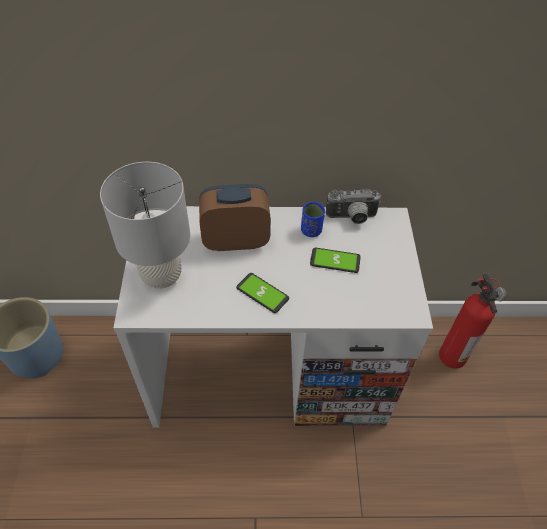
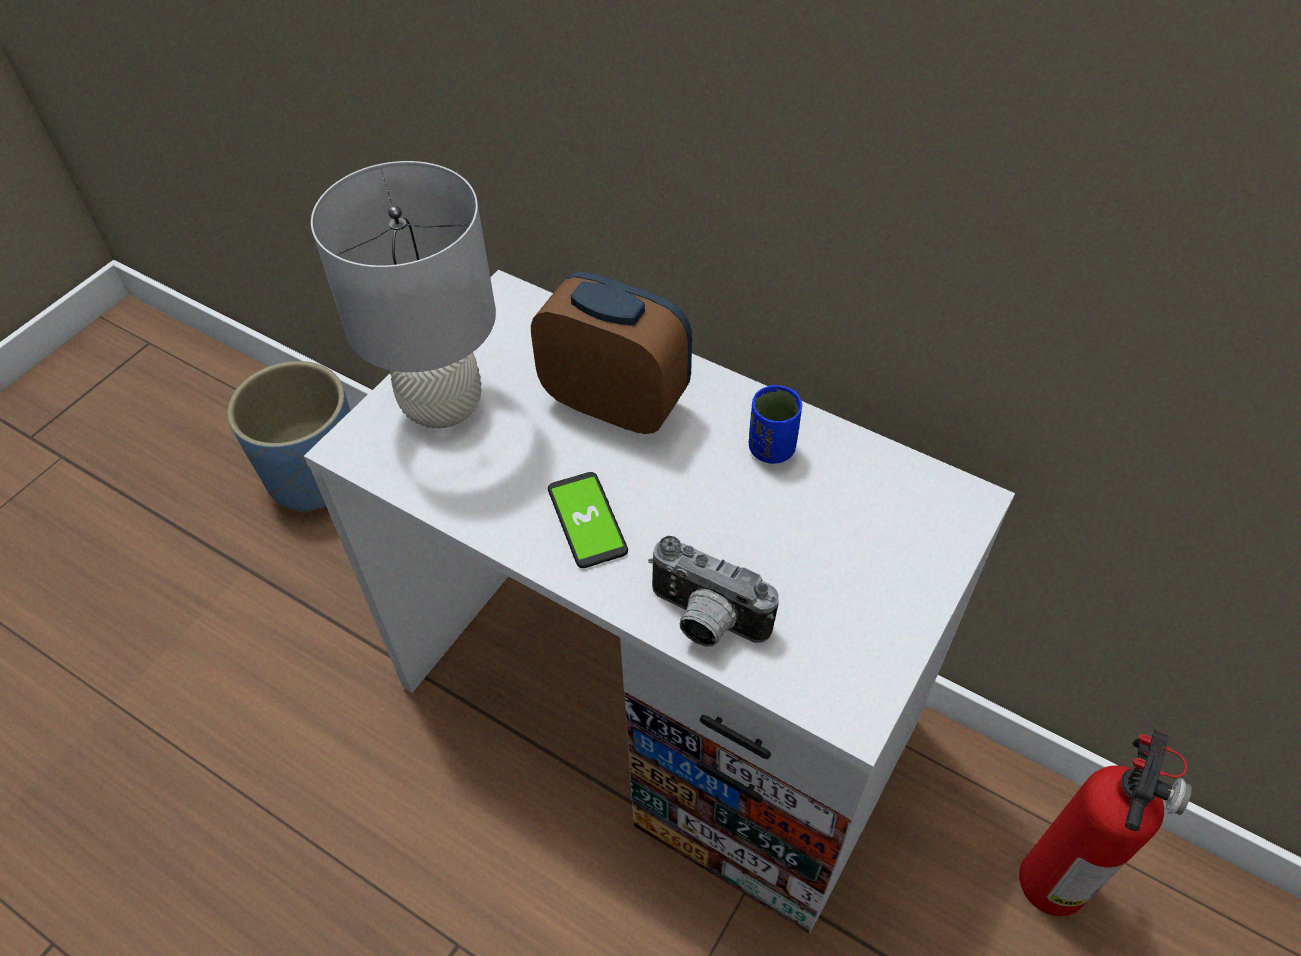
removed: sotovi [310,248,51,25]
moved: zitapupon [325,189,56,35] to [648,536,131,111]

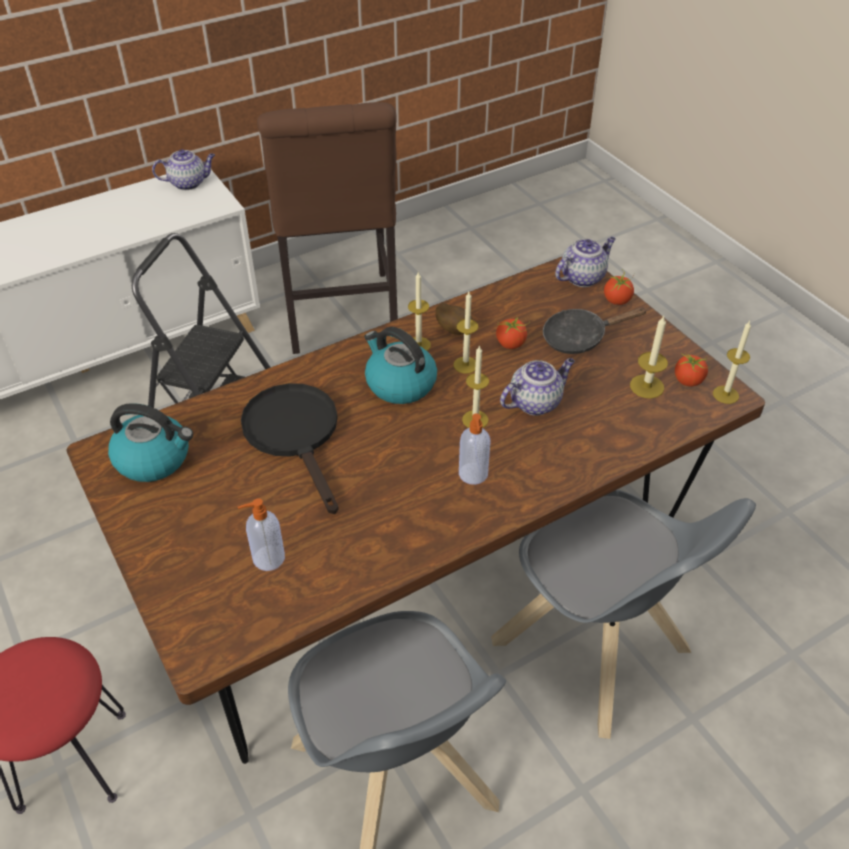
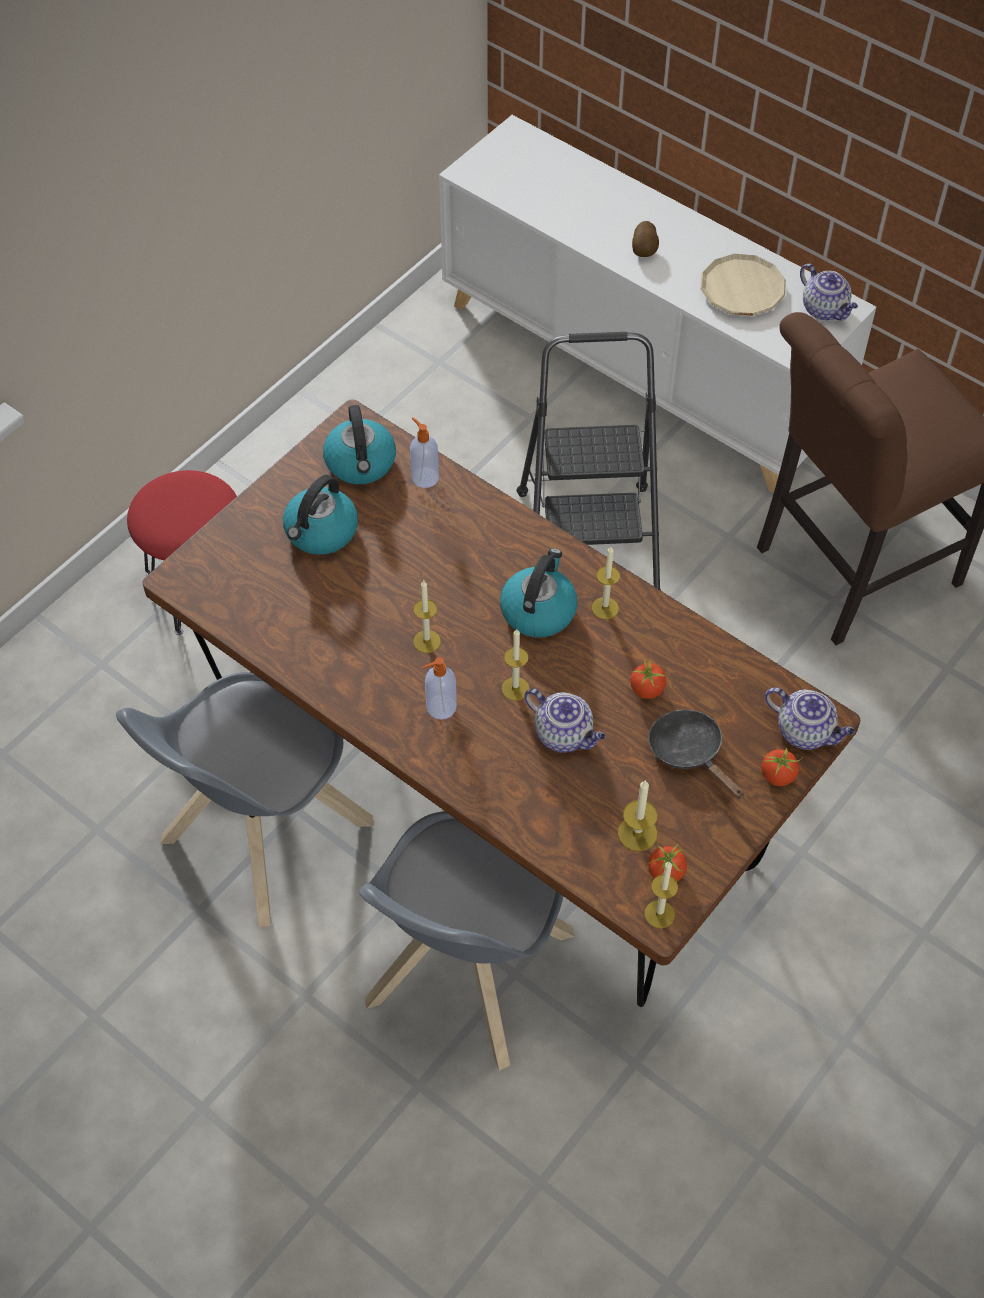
removed: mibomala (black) [241,383,98,131]
added: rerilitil [283,475,75,80]; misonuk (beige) [700,254,86,62]
moved: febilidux [238,498,47,73] to [410,417,29,71]; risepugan [435,303,37,32] to [632,221,27,36]; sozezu [453,292,25,82] to [413,581,28,72]

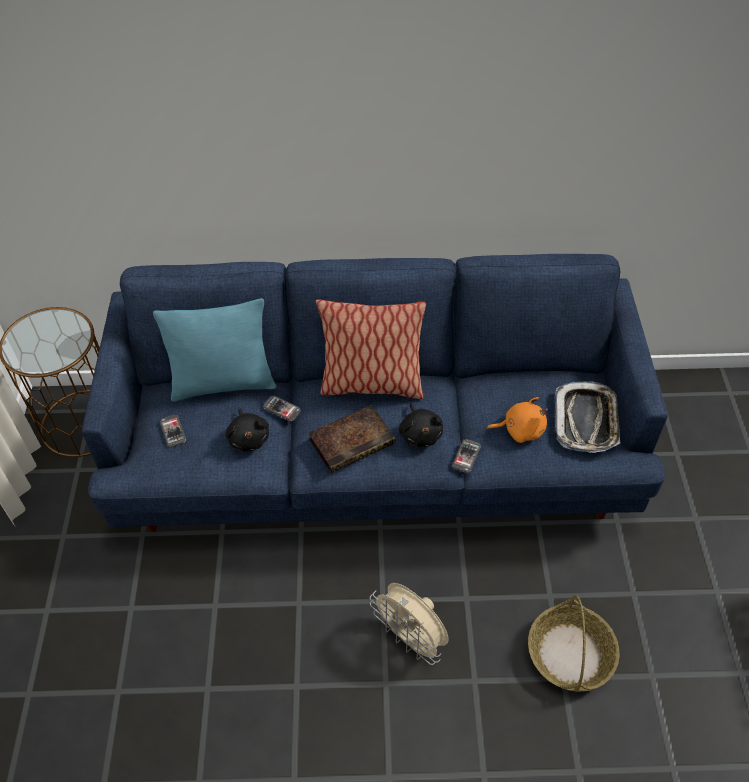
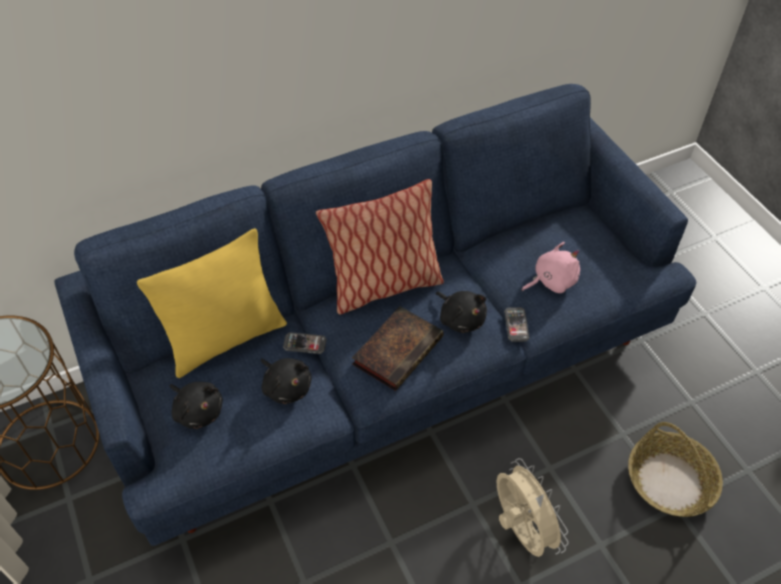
removed: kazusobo [555,381,65,72]
replaced: sotovi [160,415,26,33] to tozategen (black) [170,382,53,47]
recoloured: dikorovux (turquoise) [153,298,124,104] to dikorovux (yellow) [137,229,150,149]; tozategen (orange) [487,397,61,46] to tozategen (pink) [522,242,58,51]
turned: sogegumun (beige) [370,583,79,82] = [497,458,72,99] 135 degrees counterclockwise

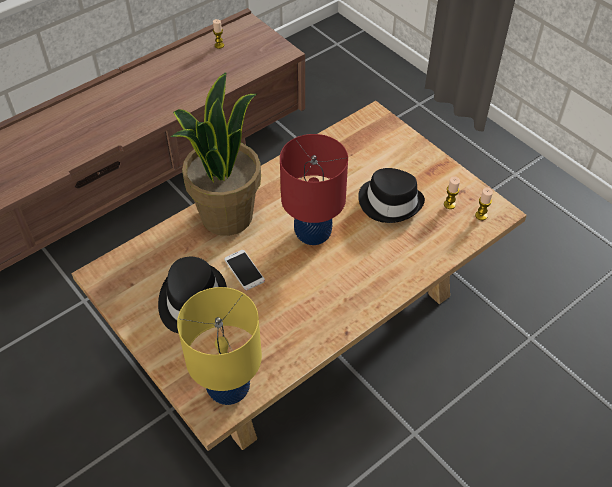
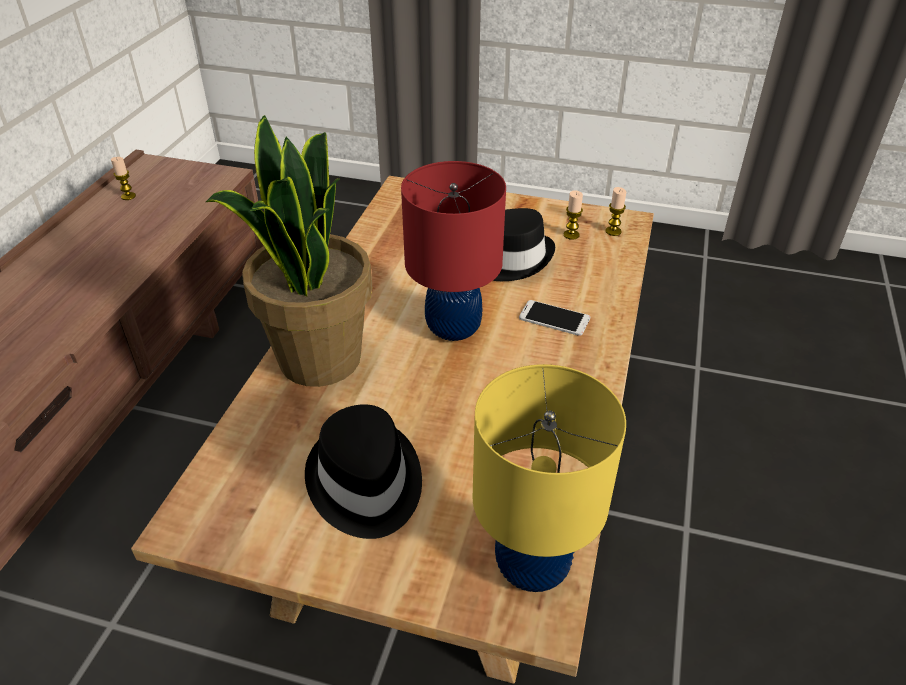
moved: sotovi [224,250,41,40] to [519,300,71,36]

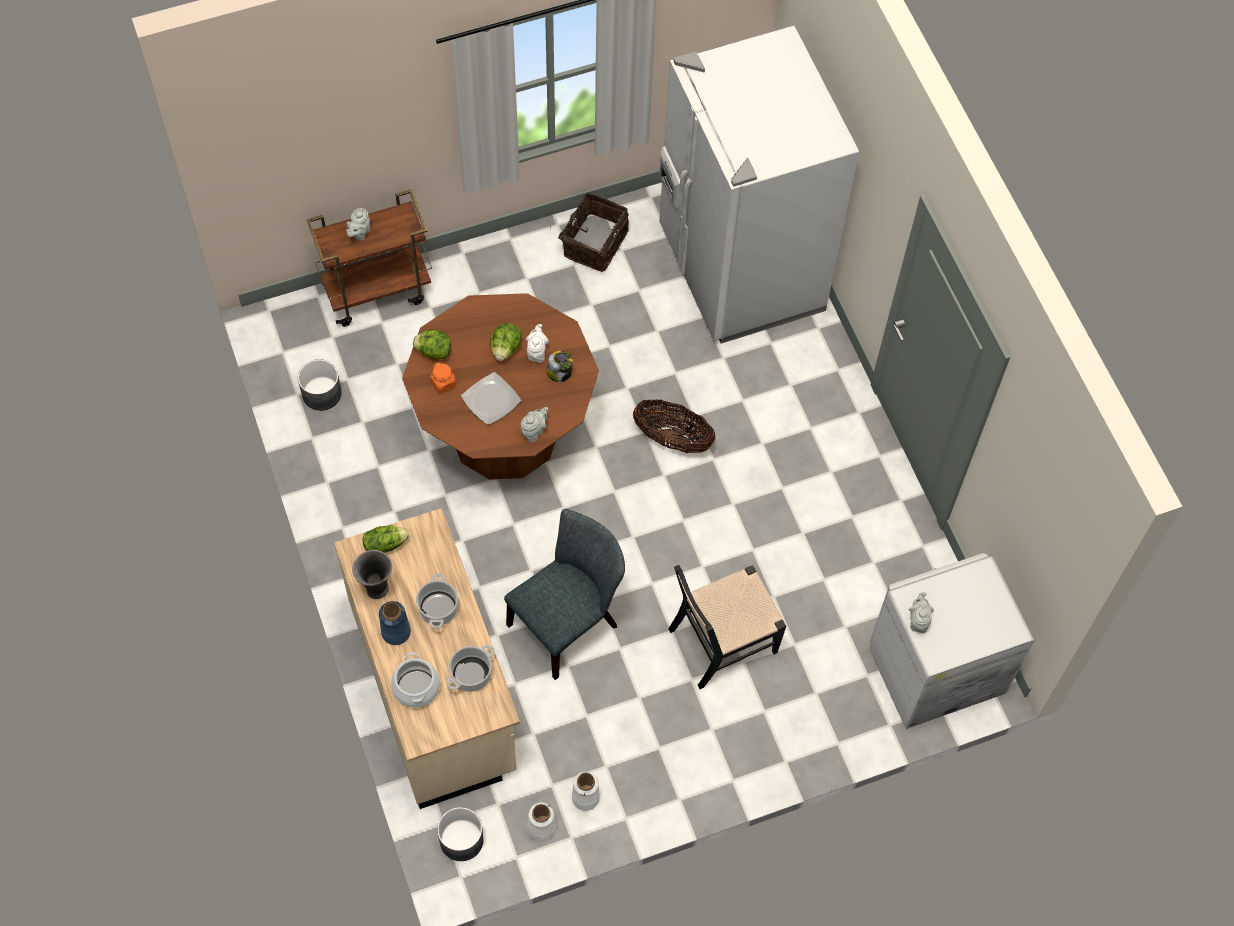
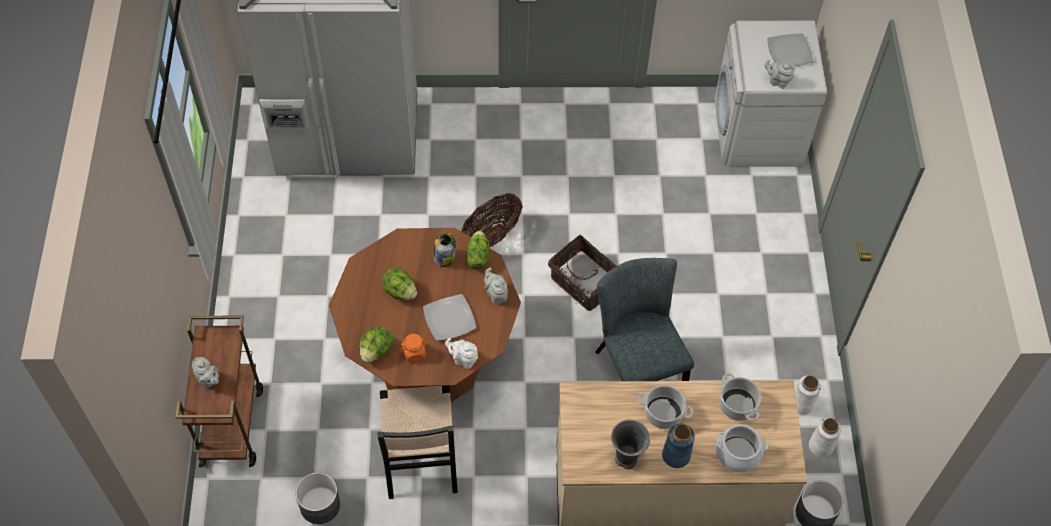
added: misonuk [767,33,47,33]
moved: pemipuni [362,525,47,28] to [466,231,24,38]; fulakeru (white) [526,324,23,39] to [445,338,33,31]; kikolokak [550,193,79,79] to [548,235,68,76]; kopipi [668,565,118,124] to [377,386,81,113]

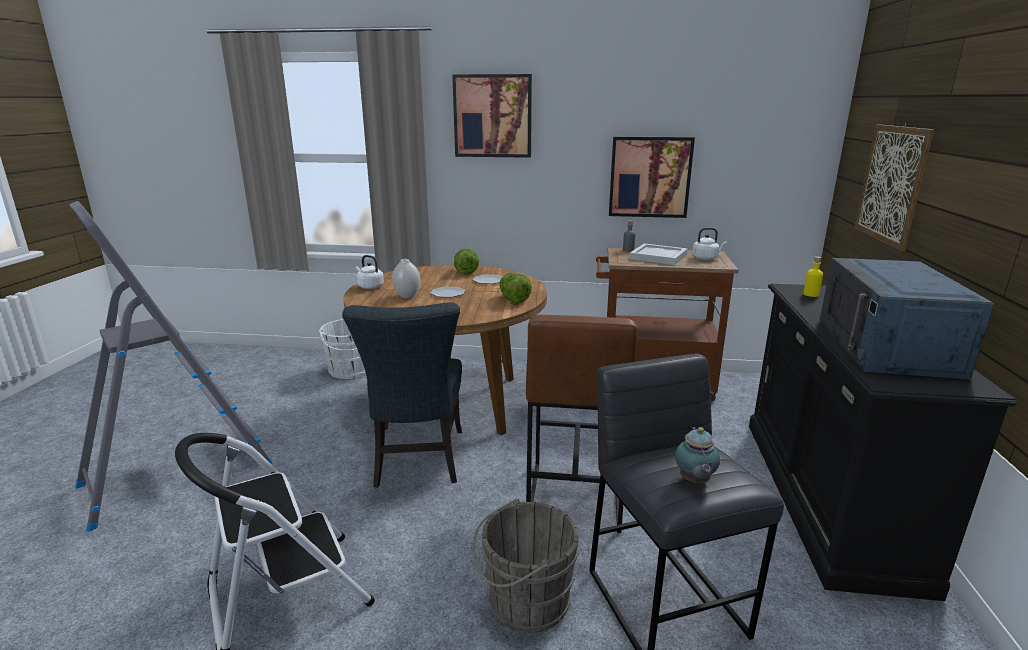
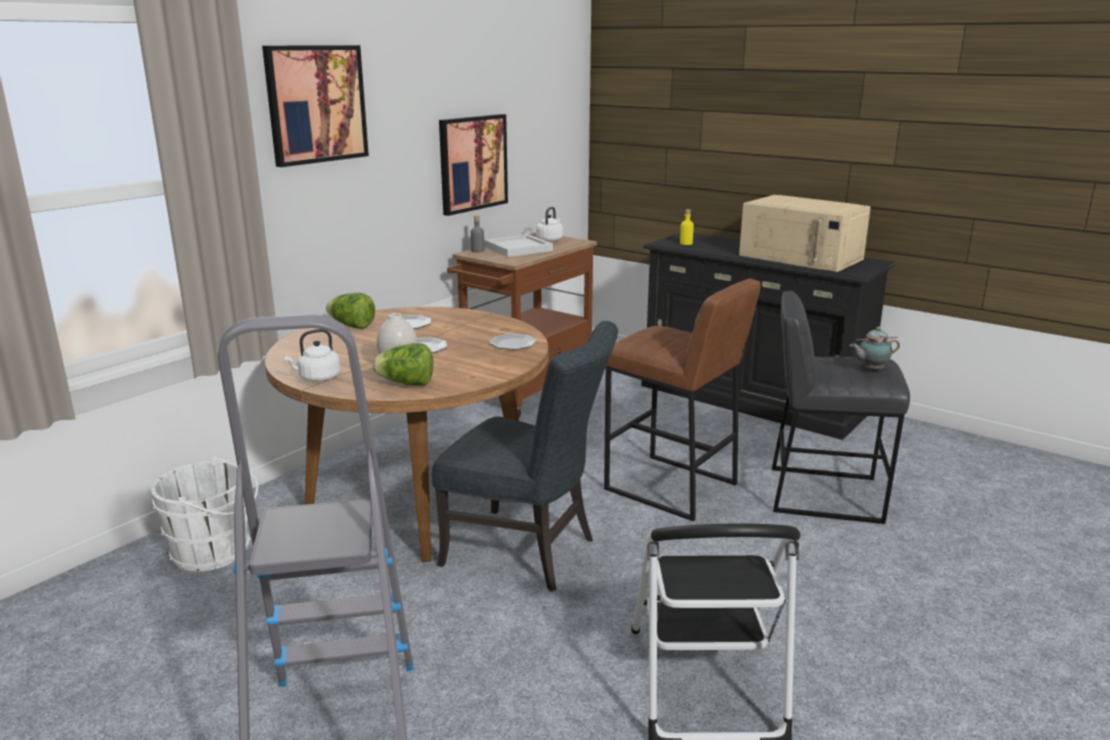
removed: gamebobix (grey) [472,499,107,134]; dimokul [854,124,80,127]
added: misonuk [490,334,47,16]
moved: pemipuni [499,273,33,30] to [372,343,61,43]
recoloured: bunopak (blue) [820,258,174,121] to bunopak (beige) [739,195,132,77]
turned: fulakeru [675,427,45,56] = [850,327,50,43] 135 degrees clockwise

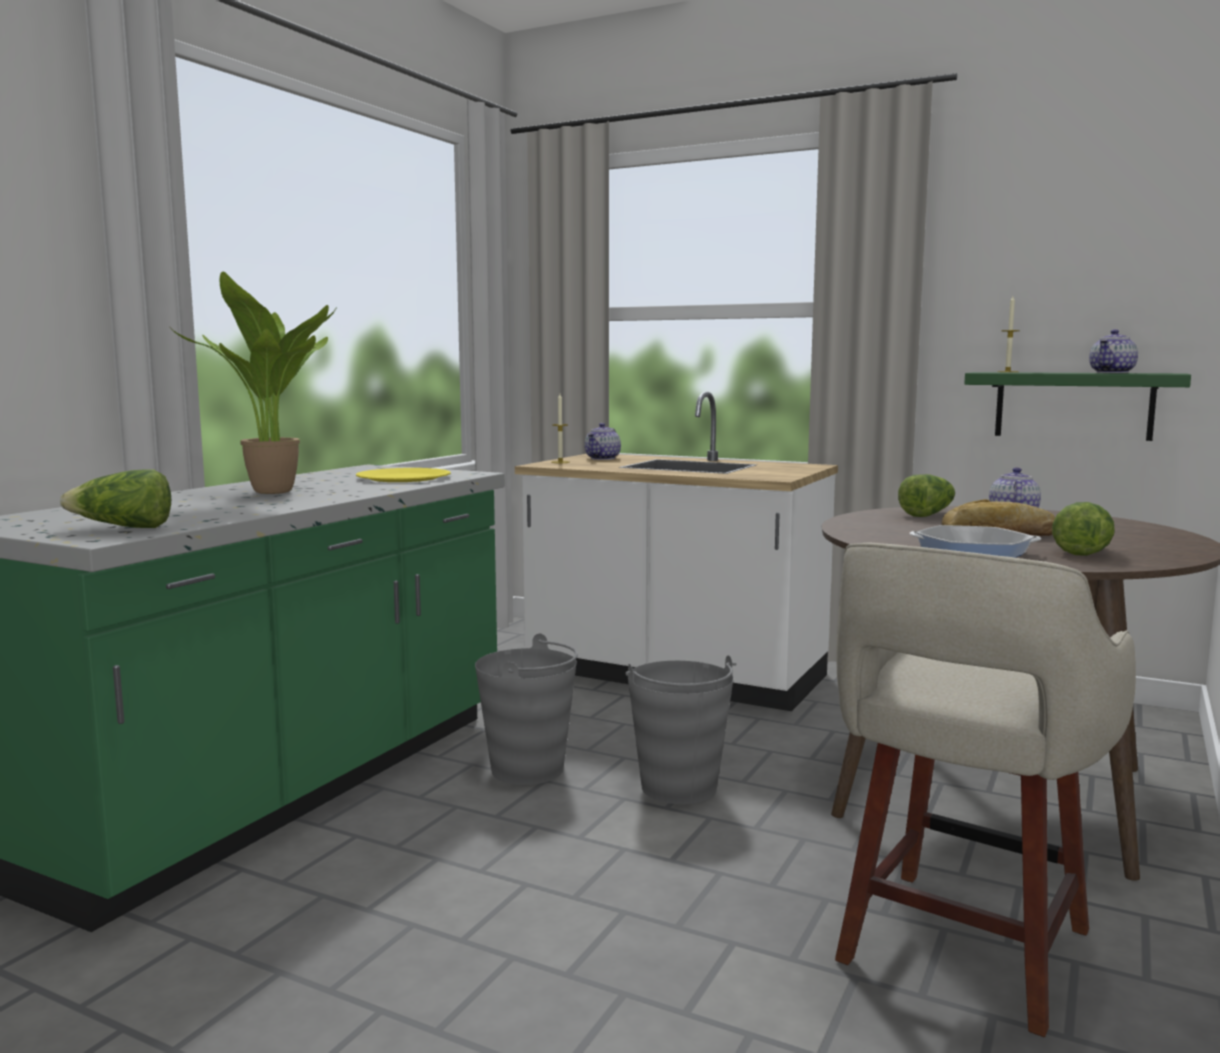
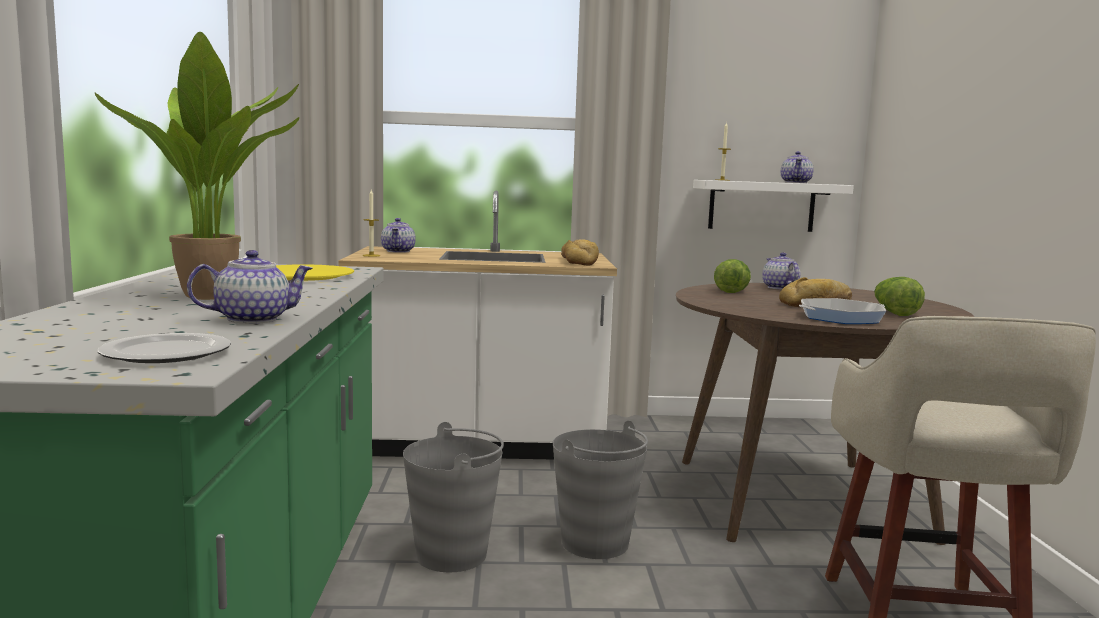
added: fulakeru [187,250,126,74]; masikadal [561,239,38,27]
replaced: pemipuni [60,469,111,59] to misonuk [98,333,133,30]
recoloured: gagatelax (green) [964,372,227,69] to gagatelax (white) [693,180,161,52]

